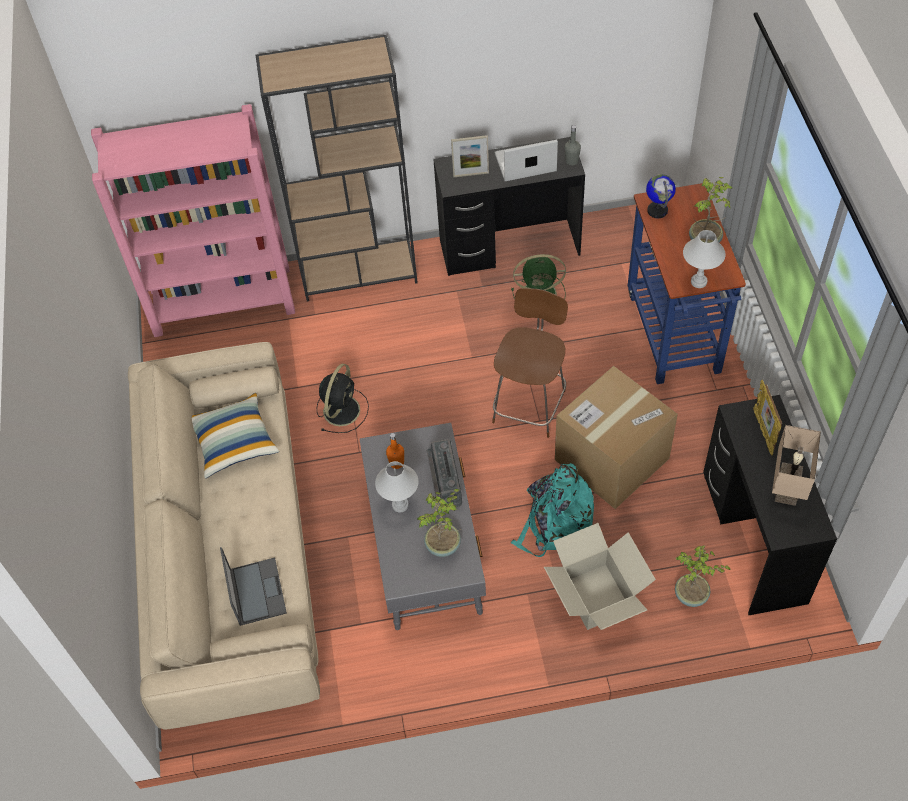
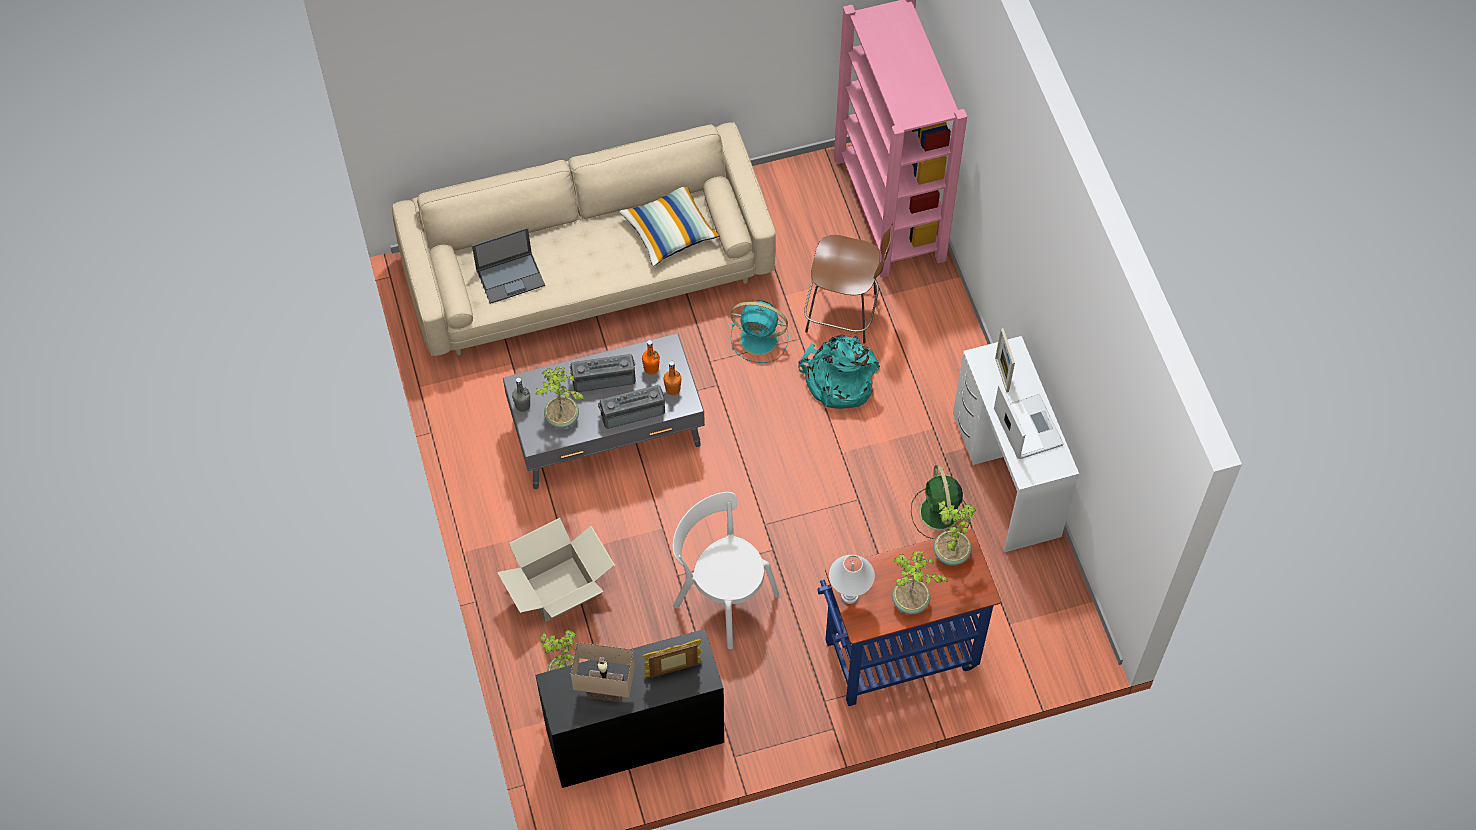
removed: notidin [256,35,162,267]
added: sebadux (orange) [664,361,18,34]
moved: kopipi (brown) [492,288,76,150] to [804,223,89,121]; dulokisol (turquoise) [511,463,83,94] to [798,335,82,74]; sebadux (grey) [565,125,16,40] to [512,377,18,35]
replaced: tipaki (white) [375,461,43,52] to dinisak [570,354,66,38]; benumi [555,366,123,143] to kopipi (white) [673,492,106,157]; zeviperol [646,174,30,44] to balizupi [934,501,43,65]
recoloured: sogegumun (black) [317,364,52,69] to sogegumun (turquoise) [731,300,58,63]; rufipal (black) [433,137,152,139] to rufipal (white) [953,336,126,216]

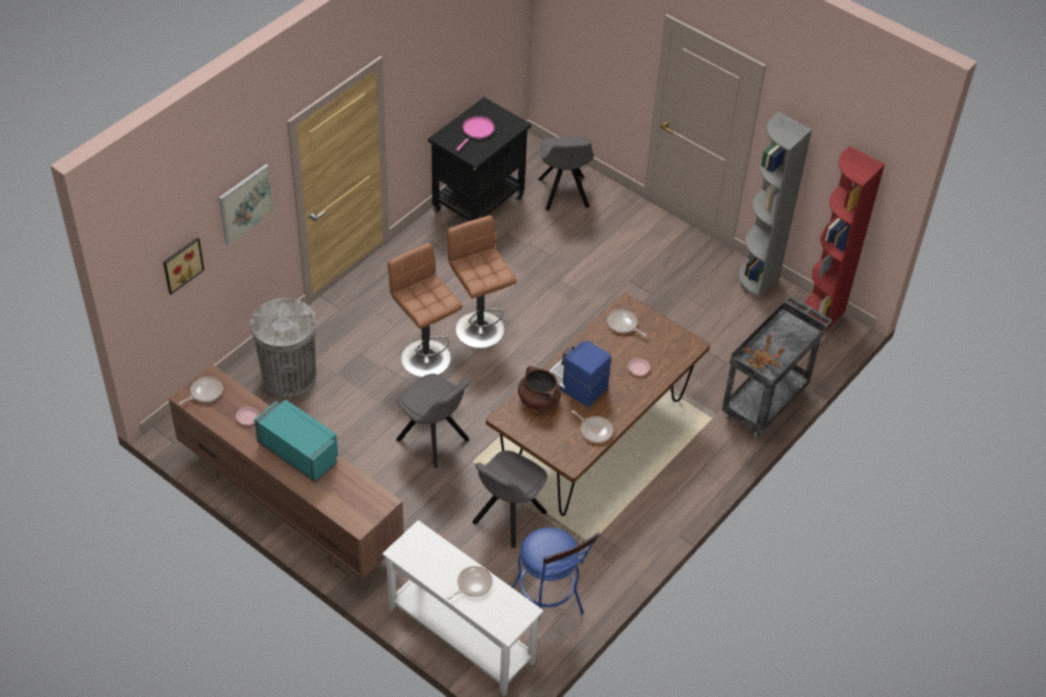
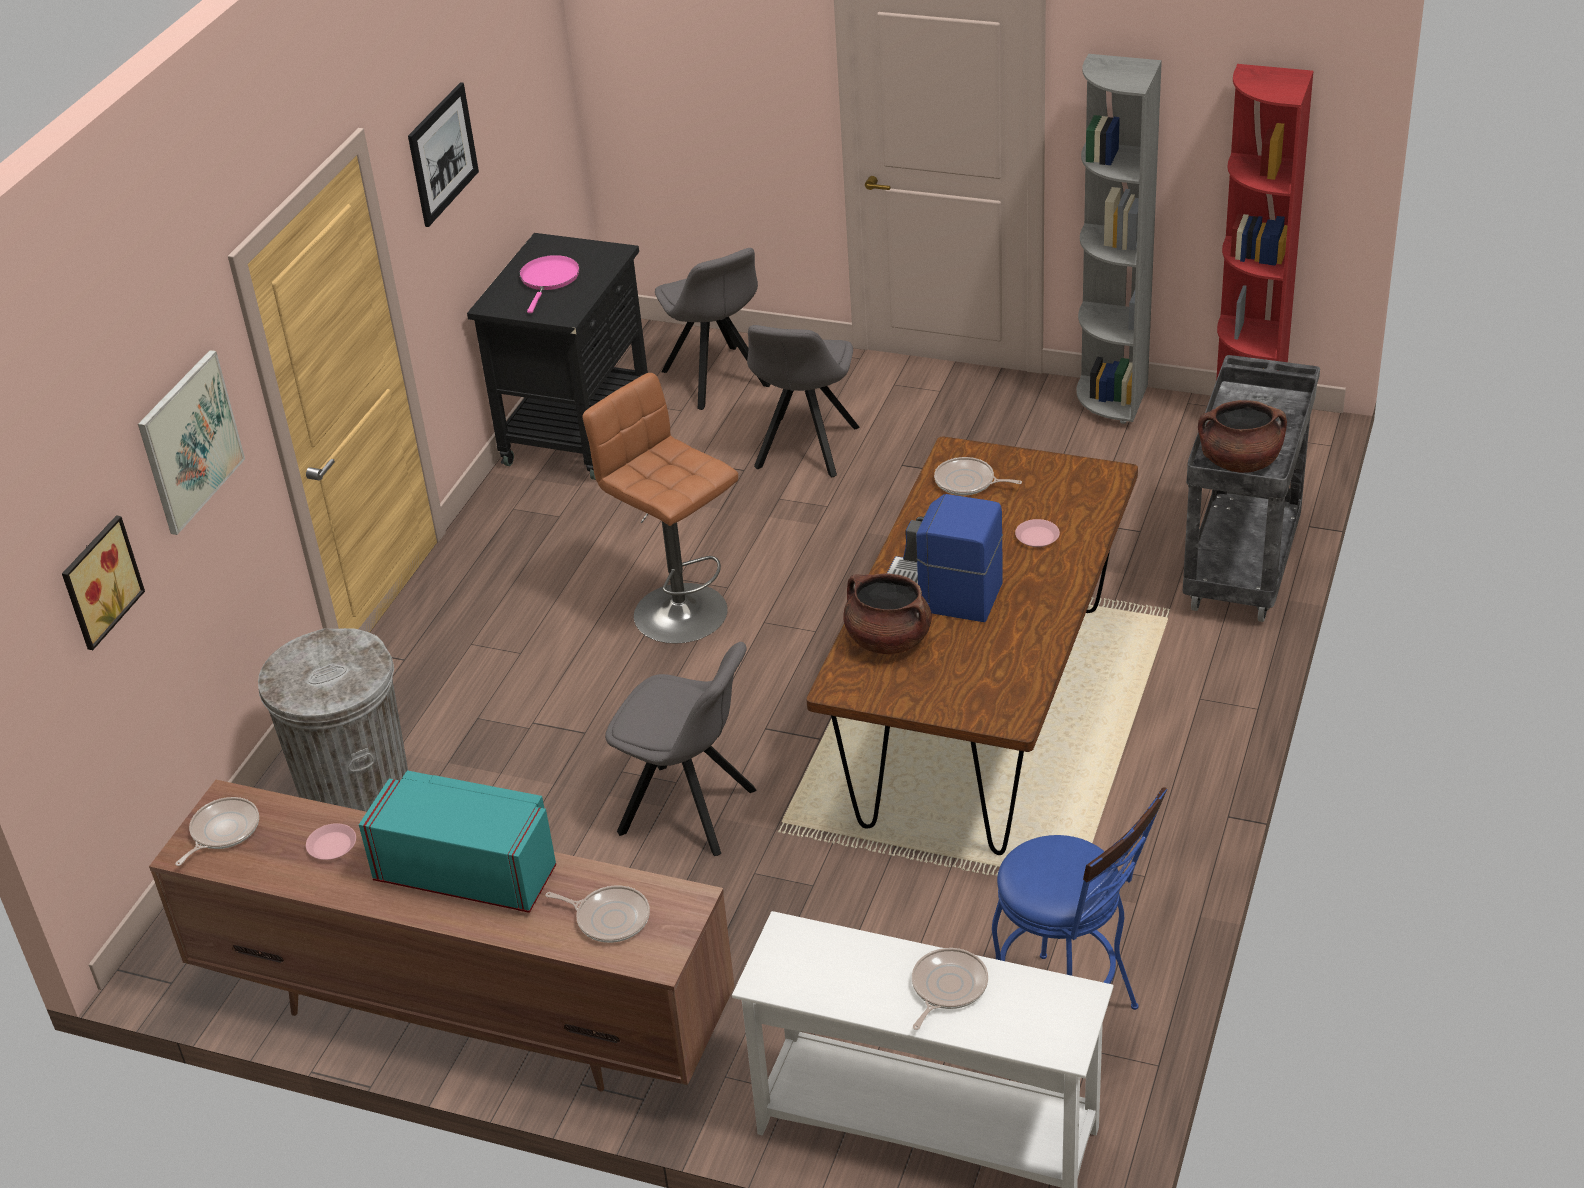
removed: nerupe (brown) [387,243,76,134]
added: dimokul [408,82,71,145]
moved: kopipi (grey) [473,450,74,98] to [747,325,113,152]; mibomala [571,410,42,33] to [545,885,105,58]
replaced: balizupi [743,335,42,34] to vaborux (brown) [1198,400,89,73]

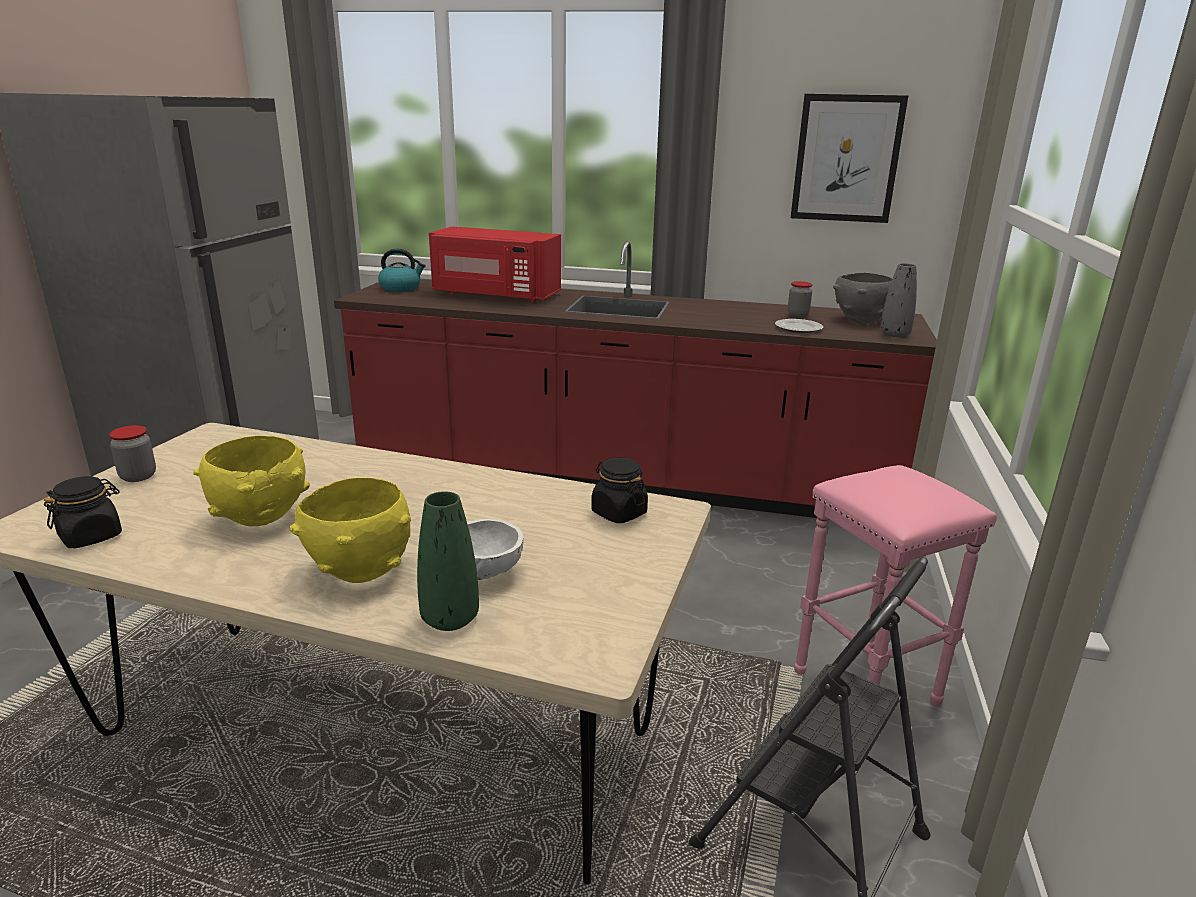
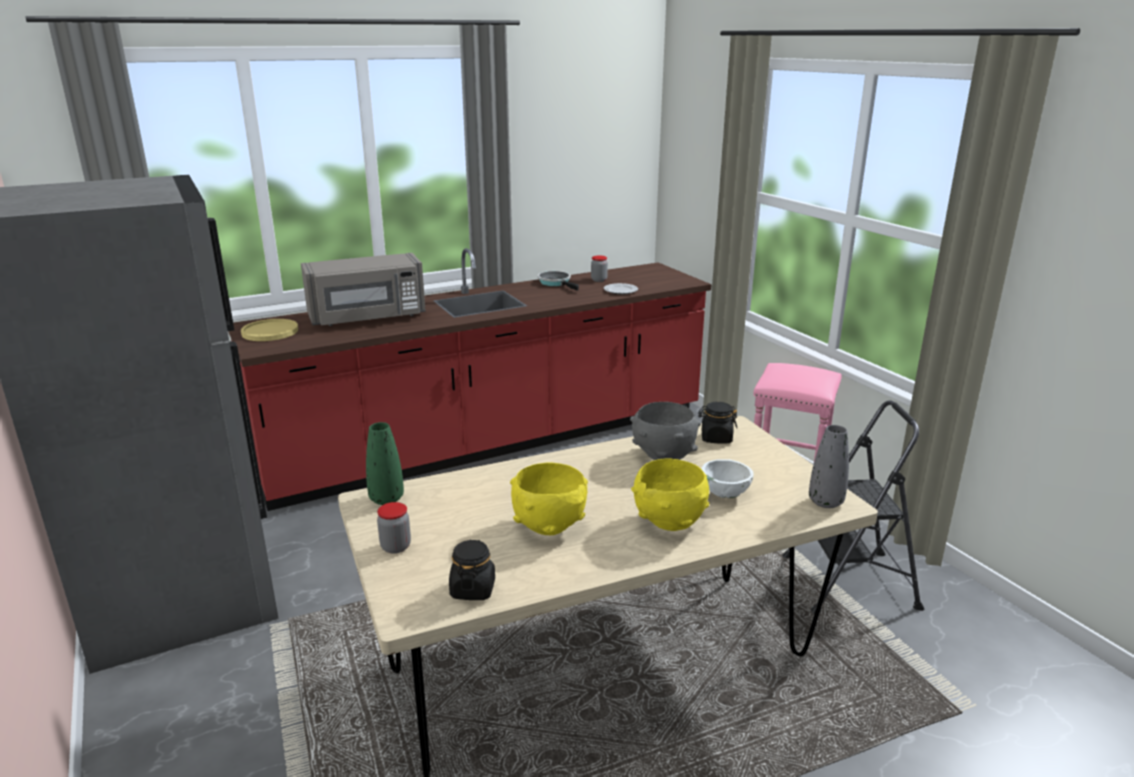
removed: dimokul [791,94,117,129]
added: mibomala [538,271,41,20]
moved: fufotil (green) [417,491,62,140] to [366,422,38,83]; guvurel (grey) [833,273,59,51] to [630,402,71,58]; fufotil (grey) [880,263,37,74] to [809,425,40,83]
replaced: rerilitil [378,249,48,43] to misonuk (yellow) [241,319,57,22]
recoloured: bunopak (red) [429,226,132,76] to bunopak (grey) [301,253,125,73]

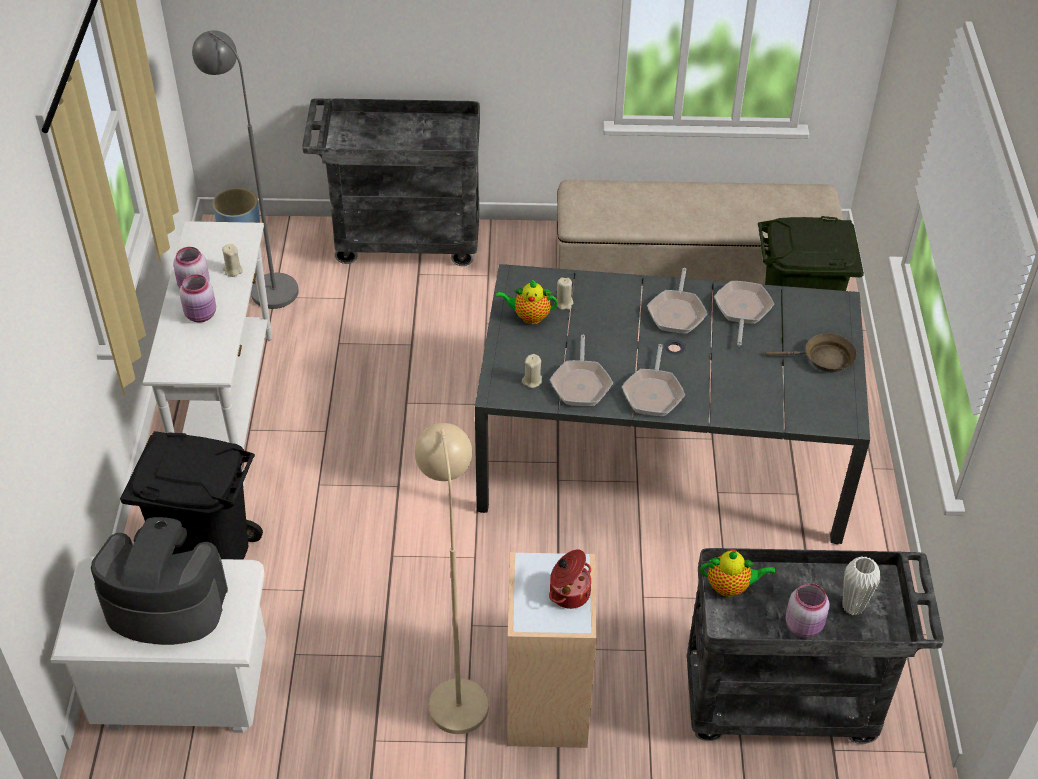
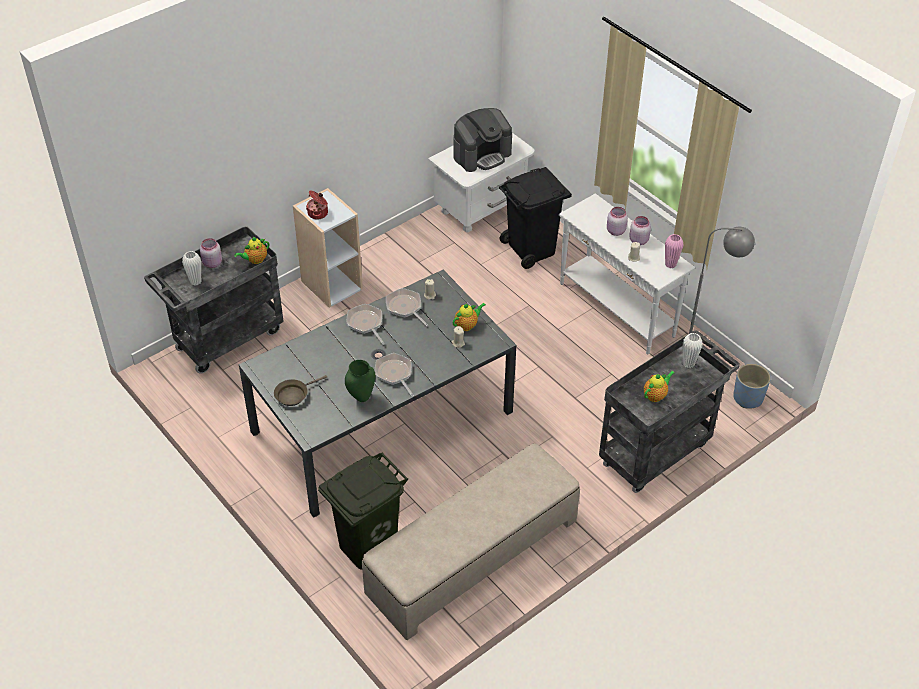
removed: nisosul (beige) [415,423,74,311]
added: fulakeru [644,371,31,31]; fufotil (pink) [665,234,18,34]; fufotil (white) [683,333,20,35]
replaced: mibomala [714,281,60,65] to fufotil (green) [345,360,30,42]

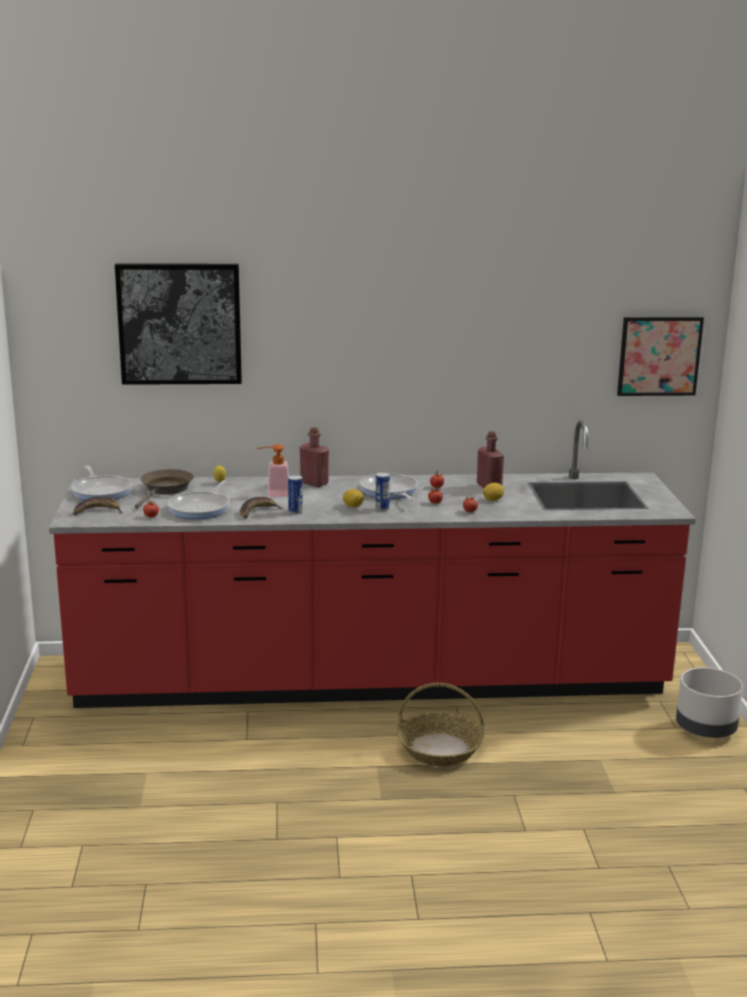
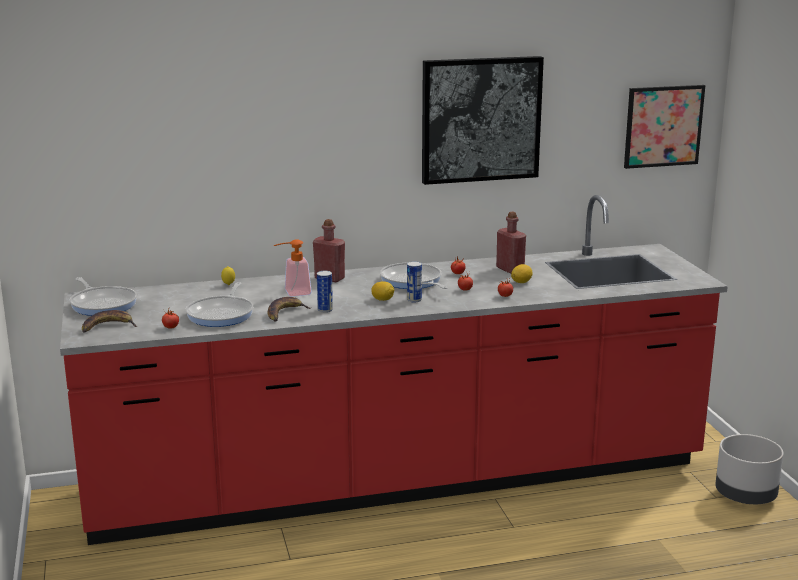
removed: mibomala (brown) [135,469,59,40]; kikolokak [397,683,87,83]
moved: dimokul [115,263,127,122] to [422,56,122,129]

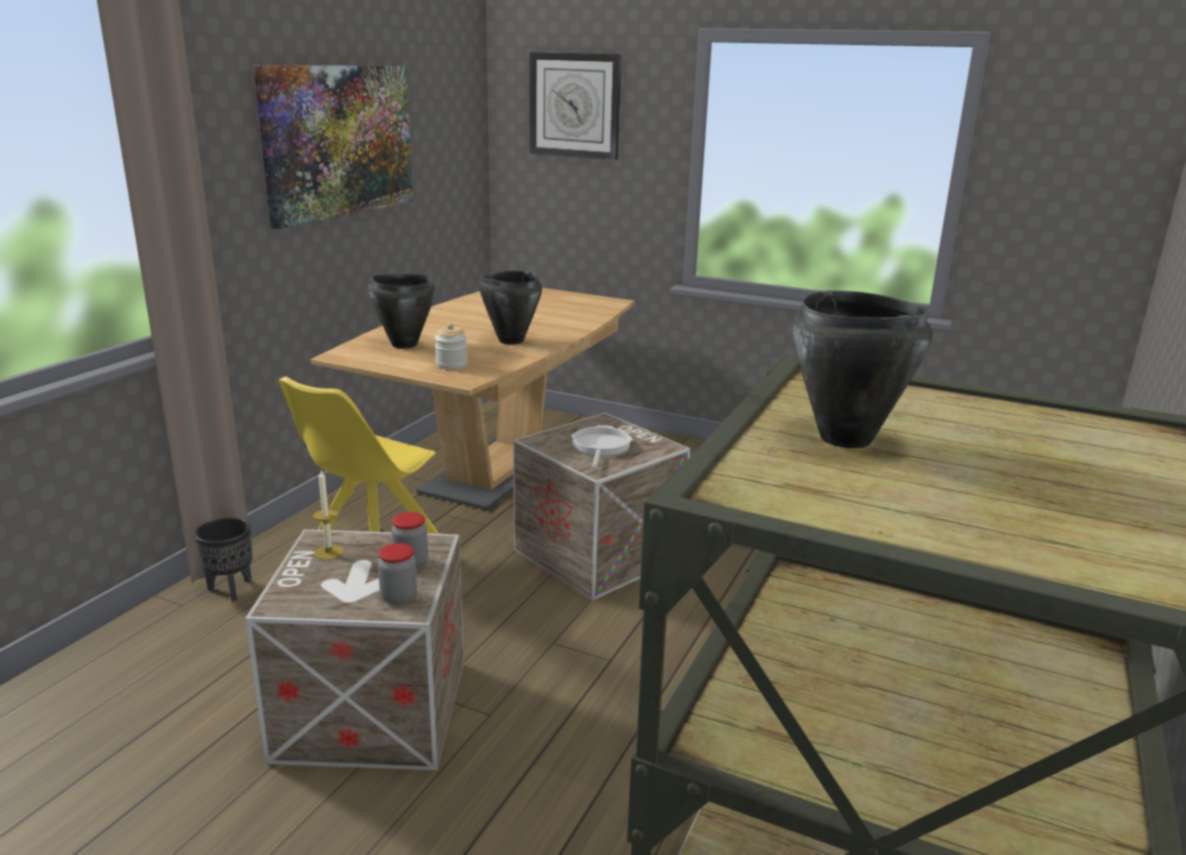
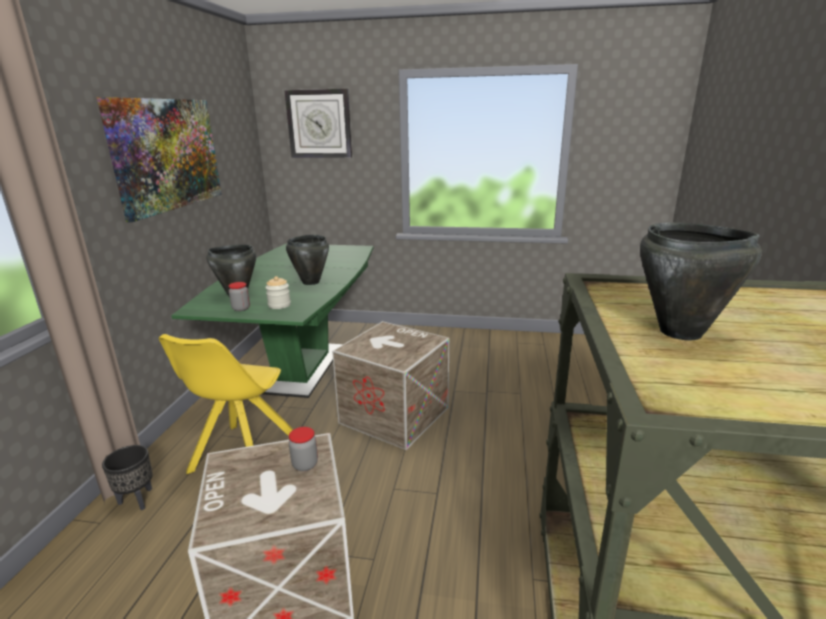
removed: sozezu [313,471,31,89]; mibomala [571,425,62,45]
moved: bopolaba [378,543,39,61] to [229,282,21,29]
recoloured: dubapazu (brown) [311,288,324,222] to dubapazu (green) [171,244,203,154]

